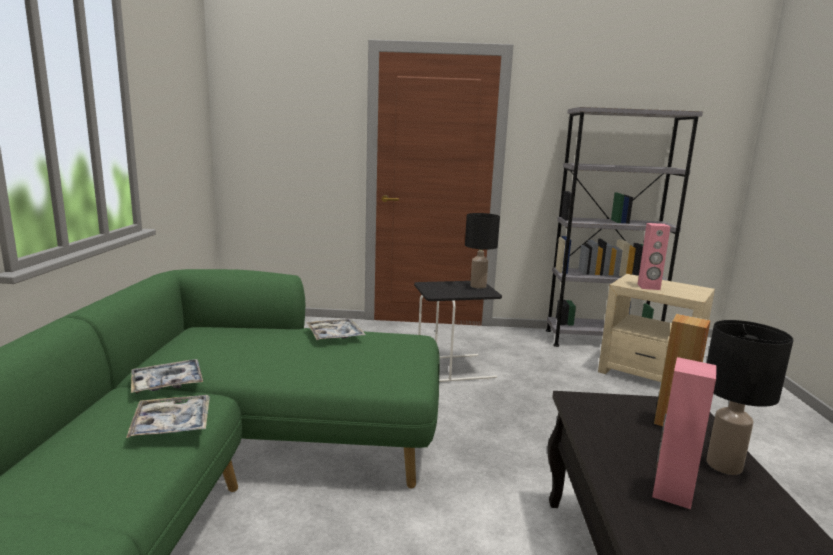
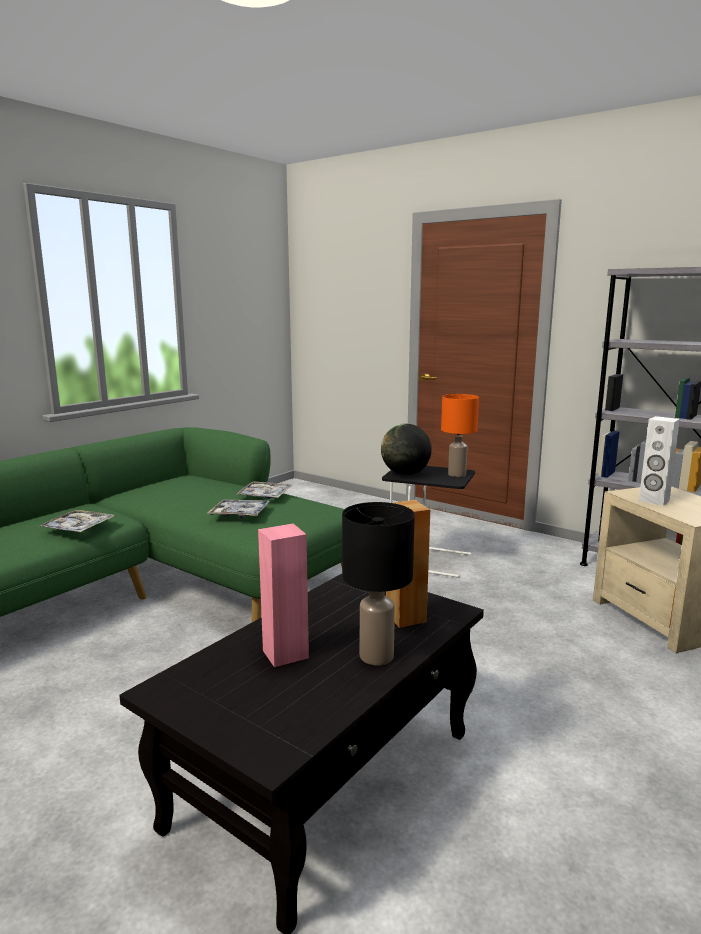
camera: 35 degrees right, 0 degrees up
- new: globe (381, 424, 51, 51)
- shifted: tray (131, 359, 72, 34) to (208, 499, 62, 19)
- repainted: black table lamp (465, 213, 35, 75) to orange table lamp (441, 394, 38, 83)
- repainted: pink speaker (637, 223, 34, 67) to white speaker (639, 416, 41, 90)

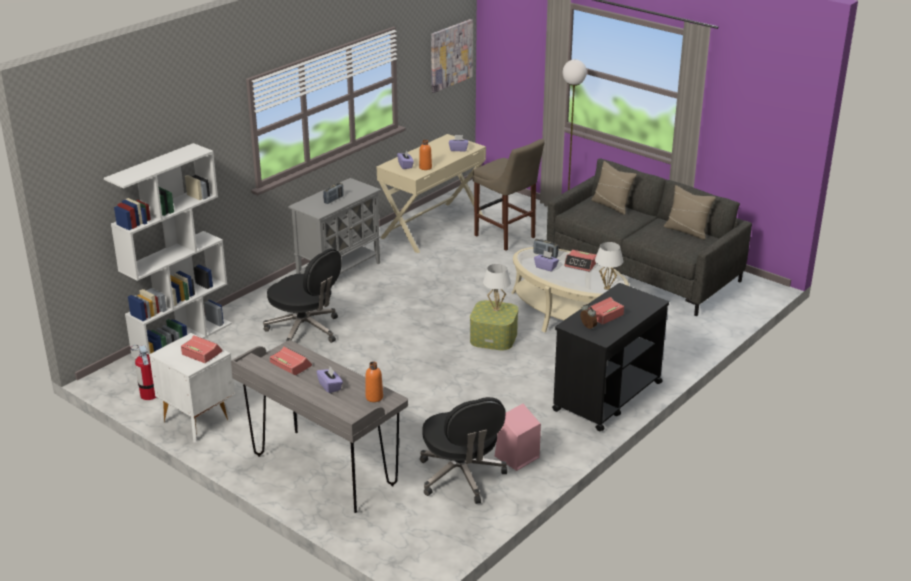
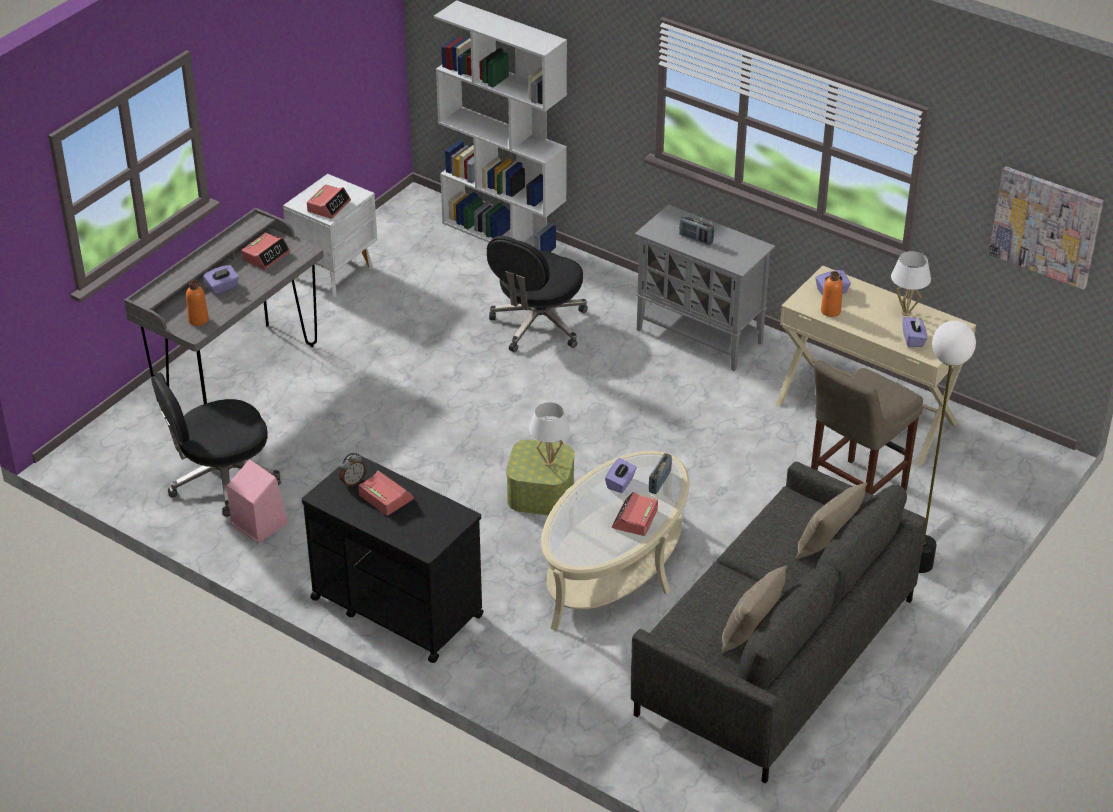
camera: 85 degrees right, 10 degrees up
- gone: fire extinguisher (130, 345, 27, 55)
- shifted: white table lamp (595, 242, 28, 48) to (891, 251, 40, 65)

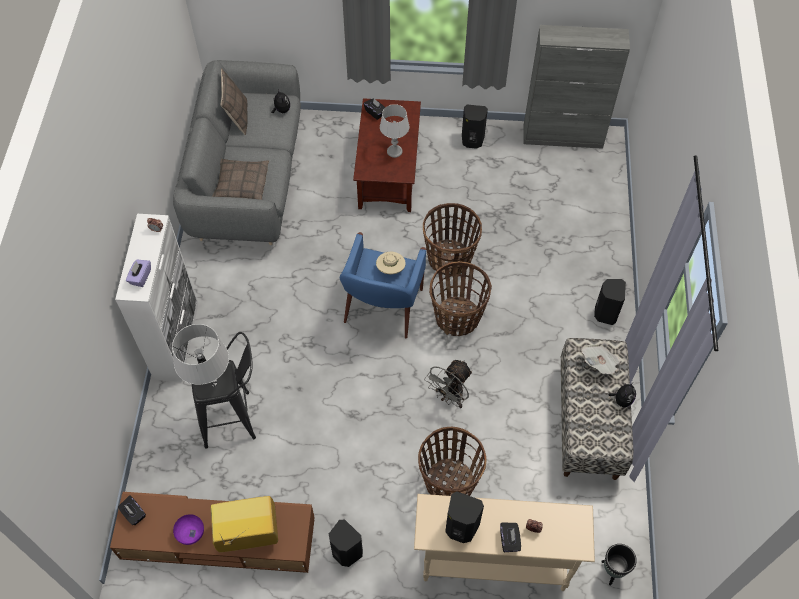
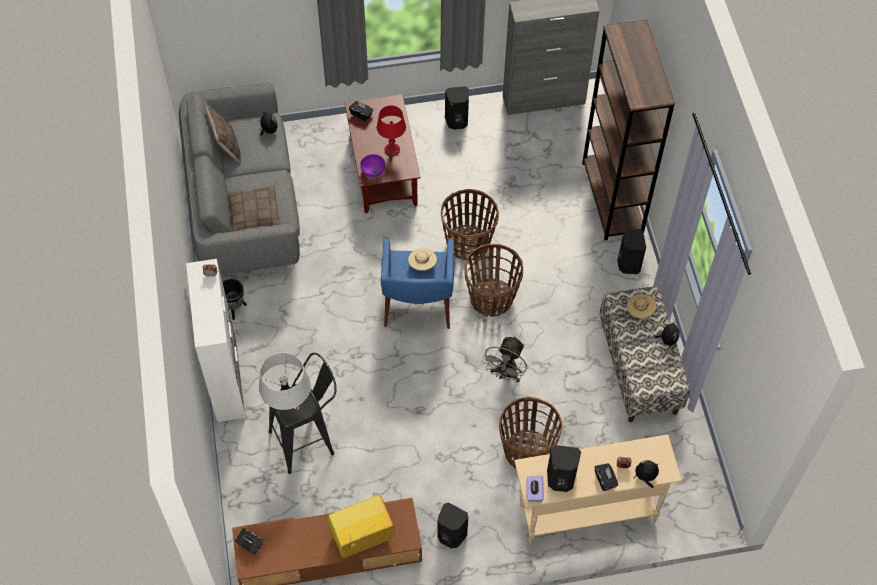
camera: 15 degrees left, 0 degrees up
- new: brown bookcase (582, 20, 93, 220)
- new: plush toy (633, 460, 26, 28)
- shifted: purple tissue box (126, 259, 25, 28) to (526, 475, 18, 27)
- shifted: purple bowl (173, 514, 31, 31) to (360, 154, 25, 23)
- shifted: black planter (601, 544, 36, 41) to (222, 279, 25, 41)
- swapped: newspaper (582, 345, 39, 30) to beige hat (627, 294, 30, 25)
- repainted: grey table lamp (380, 104, 29, 54) to red table lamp (377, 105, 29, 51)

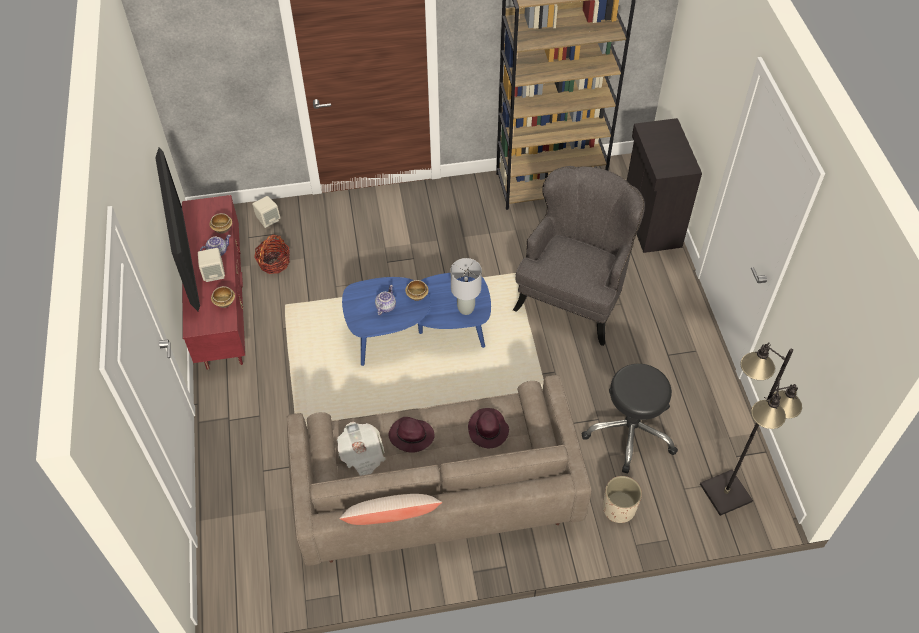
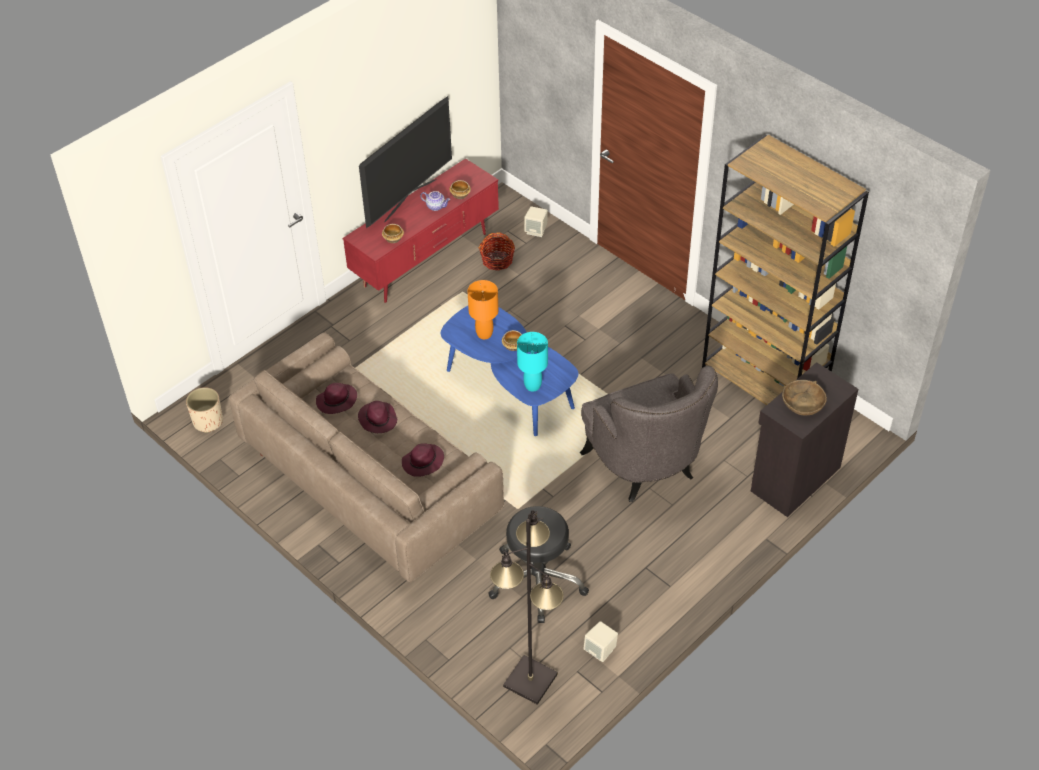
camera: 55 degrees right, 5 degrees down
- gone: beige pillow (339, 494, 103, 31)
- new: brown bowl (782, 380, 45, 35)
- shifted: beige speaker (198, 248, 27, 34) to (583, 621, 35, 41)
- shifted: beige planter (603, 476, 39, 47) to (186, 387, 37, 46)
- swapped: newspaper (337, 422, 48, 54) to purple hat (316, 383, 41, 31)
- swapped: teapot (375, 285, 21, 30) to orange table lamp (468, 280, 31, 59)
- repainted: grey table lamp (451, 258, 31, 57) to turquoise table lamp (517, 332, 31, 60)
- rotated: grey armchair (513, 166, 132, 180) = (580, 366, 138, 136) 75 degrees clockwise

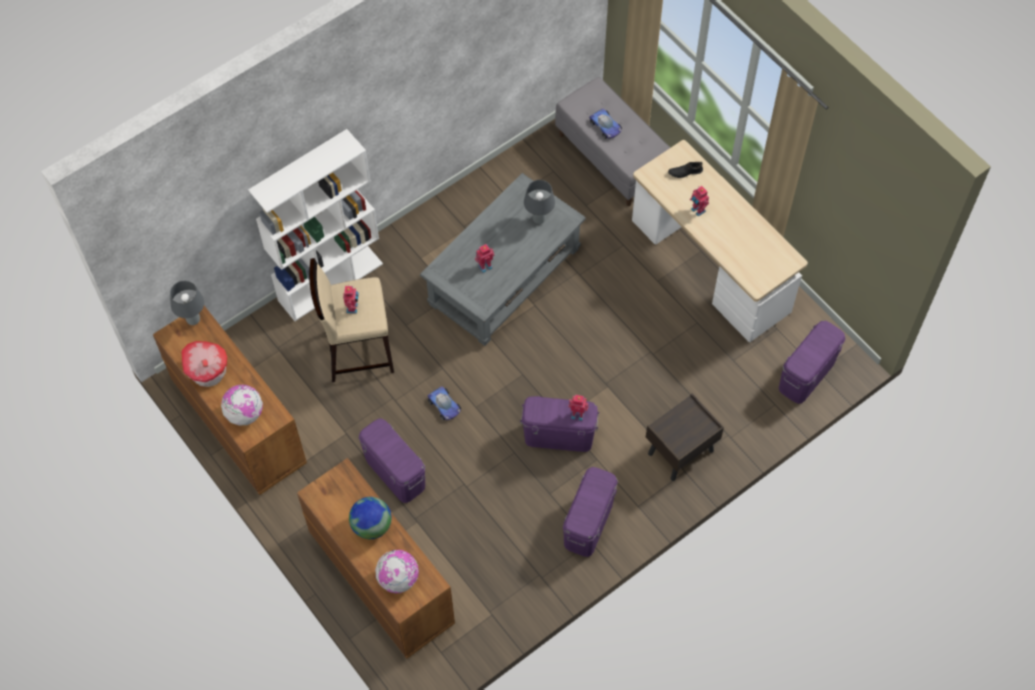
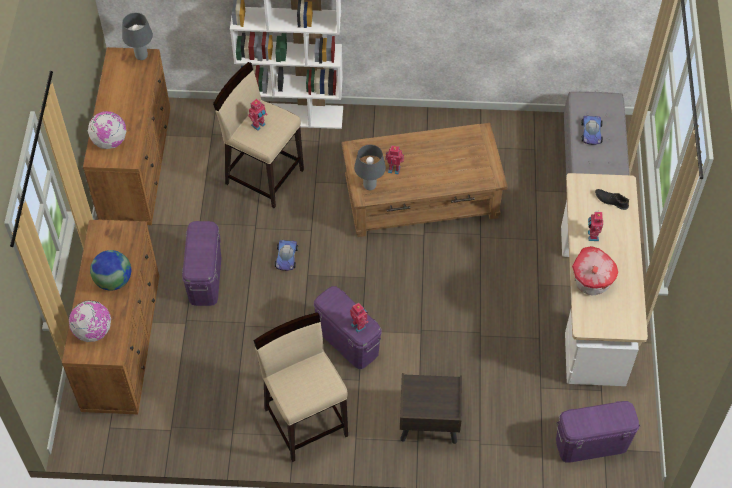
camera: 40 degrees right, 5 degrees down
- shifted: toy house (181, 341, 46, 46) to (572, 246, 46, 49)
- shifted: grey table lamp (524, 180, 31, 44) to (354, 145, 32, 45)
- swapped: purple storage box (563, 467, 55, 90) to beige stool (253, 312, 95, 150)
- repainted: grey coffee table (420, 173, 166, 173) to brown coffee table (341, 123, 167, 114)

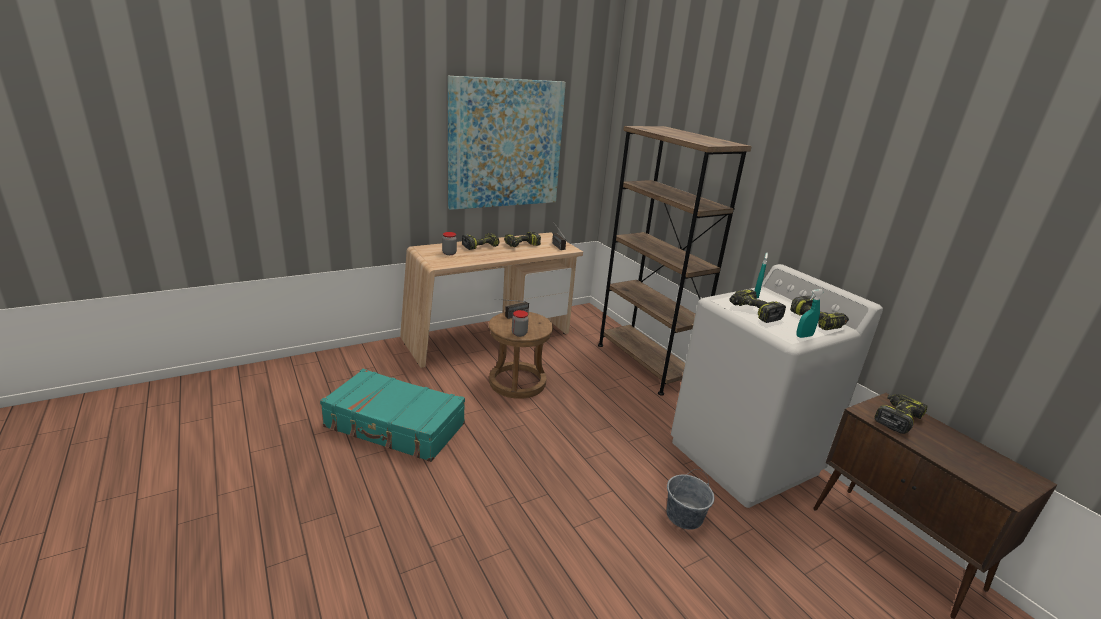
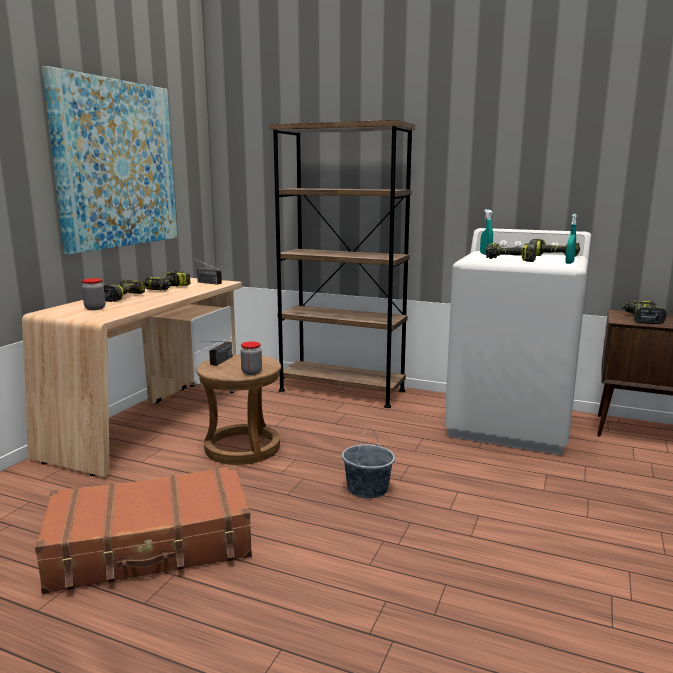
camera: 35 degrees left, 10 degrees down
- shifted: grey bucket (667, 469, 48, 61) to (342, 428, 53, 70)
- repainted: turquoise suitcase (320, 369, 145, 93) to brown suitcase (35, 465, 217, 129)

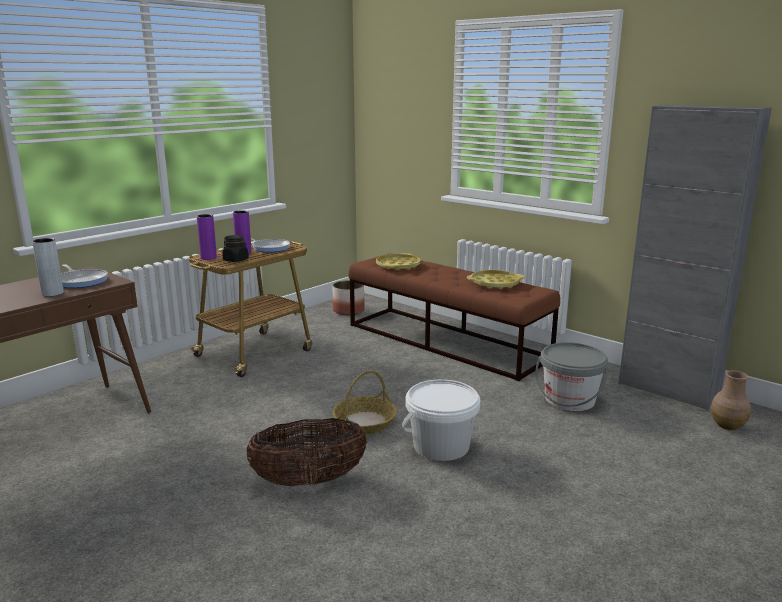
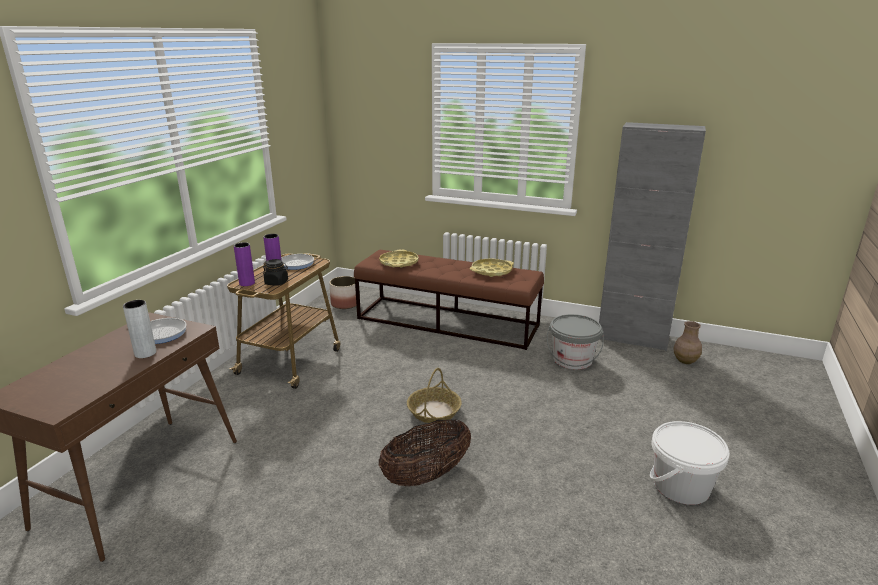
camera: 20 degrees left, 5 degrees up
- shifted: white bucket (402, 380, 78, 81) to (650, 421, 80, 84)

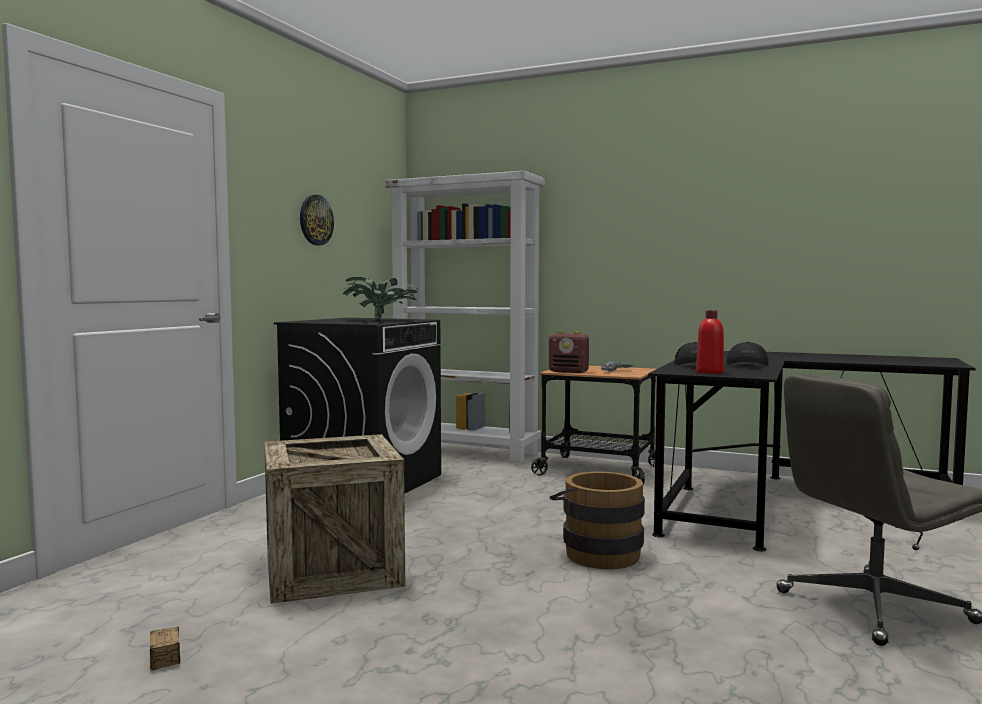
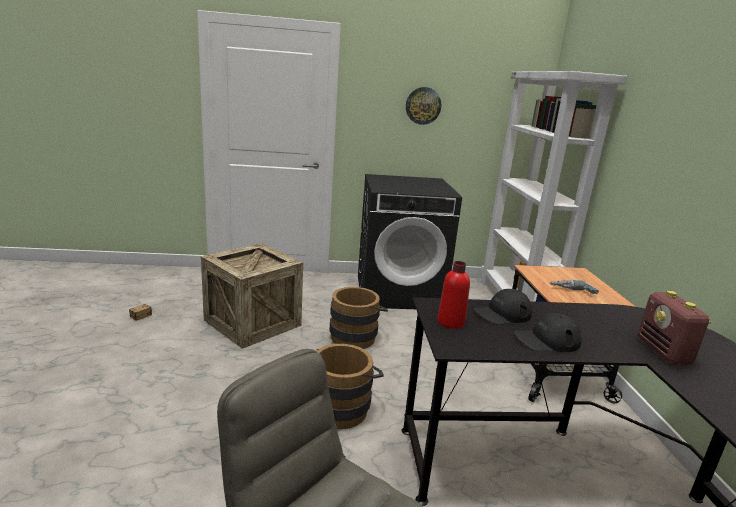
camera: 60 degrees right, 15 degrees up
- gone: potted plant (343, 277, 75, 43)
- new: brown bucket (330, 287, 58, 62)
- shifted: radio (549, 331, 40, 42) to (638, 291, 73, 74)

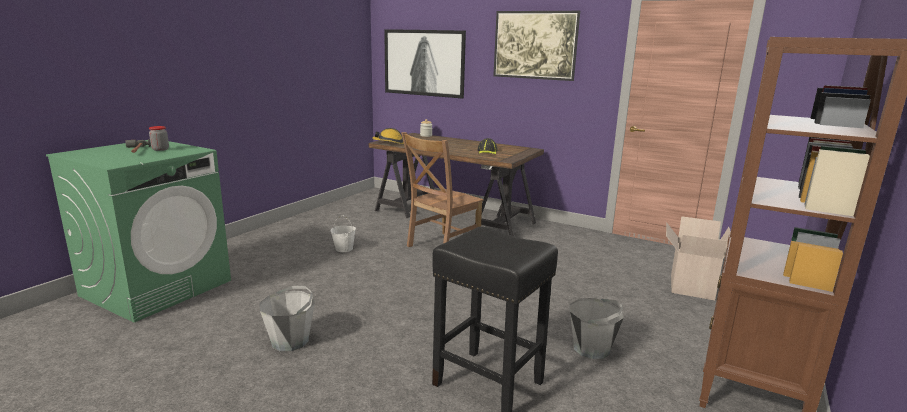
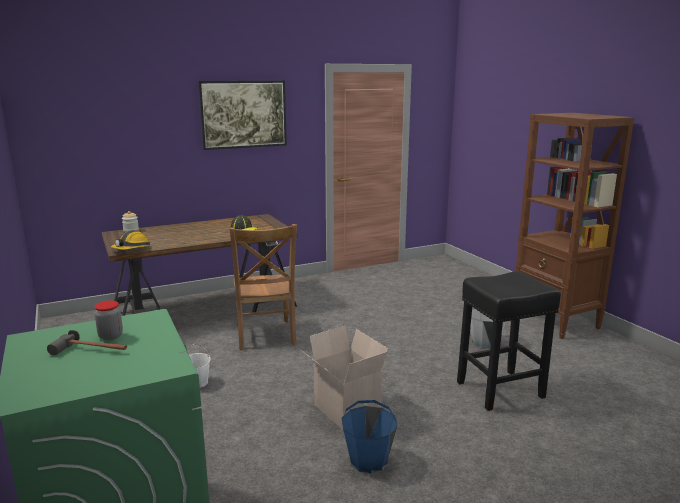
camera: 55 degrees left, 0 degrees up
- gone: picture (384, 29, 82, 70)
- shifted: cardboard box (666, 216, 65, 84) to (301, 326, 87, 104)
- repainted: grey bucket (259, 286, 56, 65) to blue bucket (342, 400, 56, 74)

